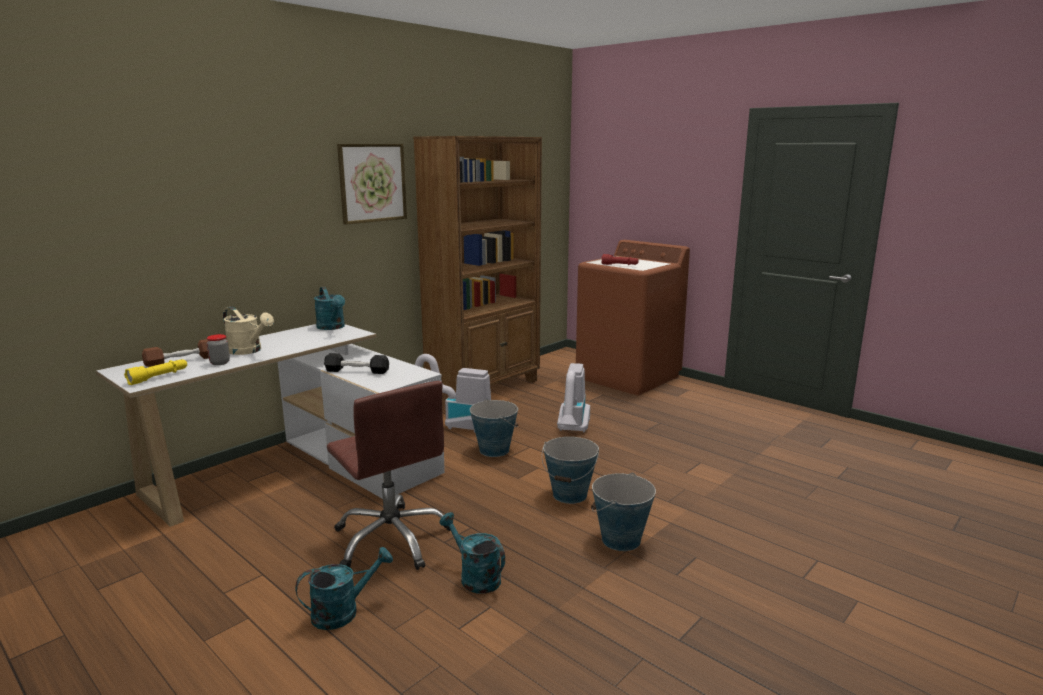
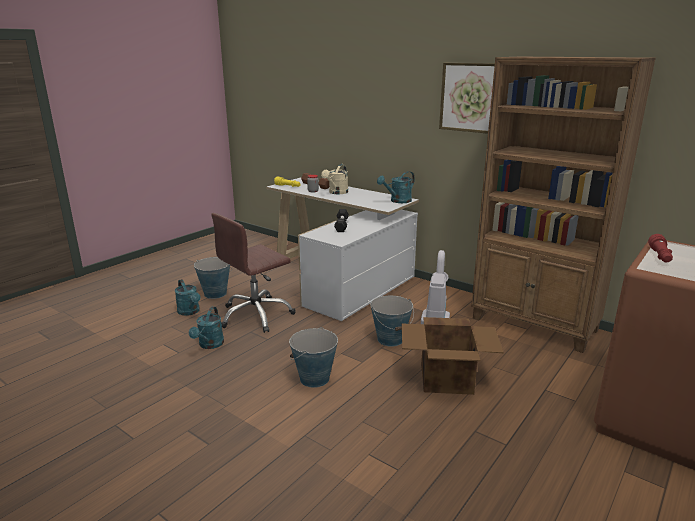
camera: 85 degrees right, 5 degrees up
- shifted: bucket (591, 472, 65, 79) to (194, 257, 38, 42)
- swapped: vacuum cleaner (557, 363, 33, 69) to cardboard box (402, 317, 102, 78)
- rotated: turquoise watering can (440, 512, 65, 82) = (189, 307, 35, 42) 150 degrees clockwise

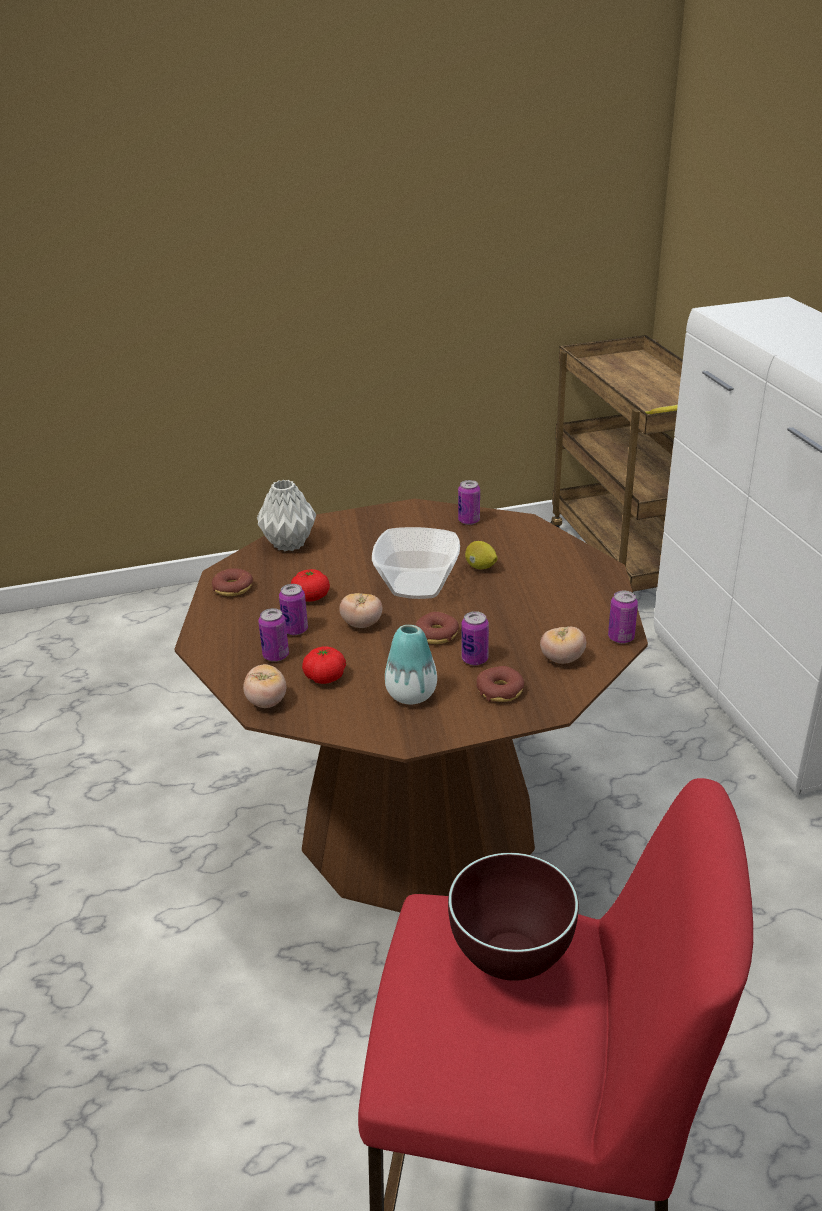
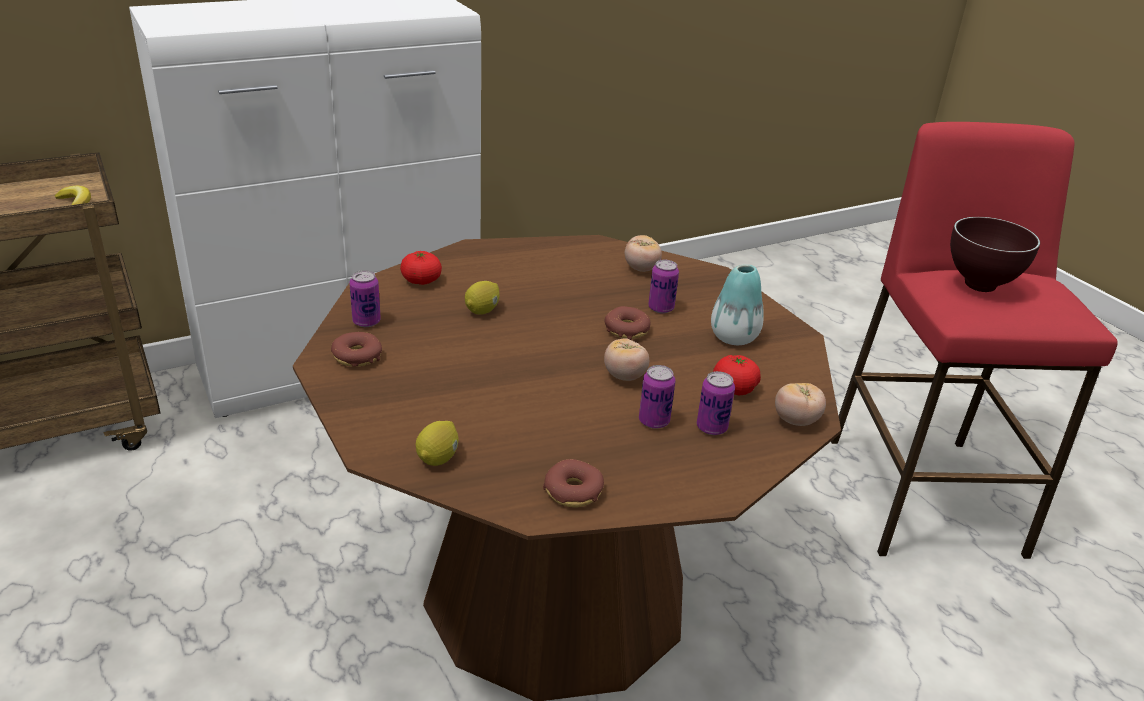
camera: 105 degrees left, 0 degrees up
- gone: bowl (372, 527, 88, 72)
- gone: can (608, 591, 30, 53)
- shifted: tomato (291, 569, 39, 33) to (400, 251, 42, 34)
- shifted: donut (476, 666, 49, 36) to (331, 332, 51, 35)
- swapped: grey vase (257, 480, 59, 71) to lemon (416, 421, 42, 45)

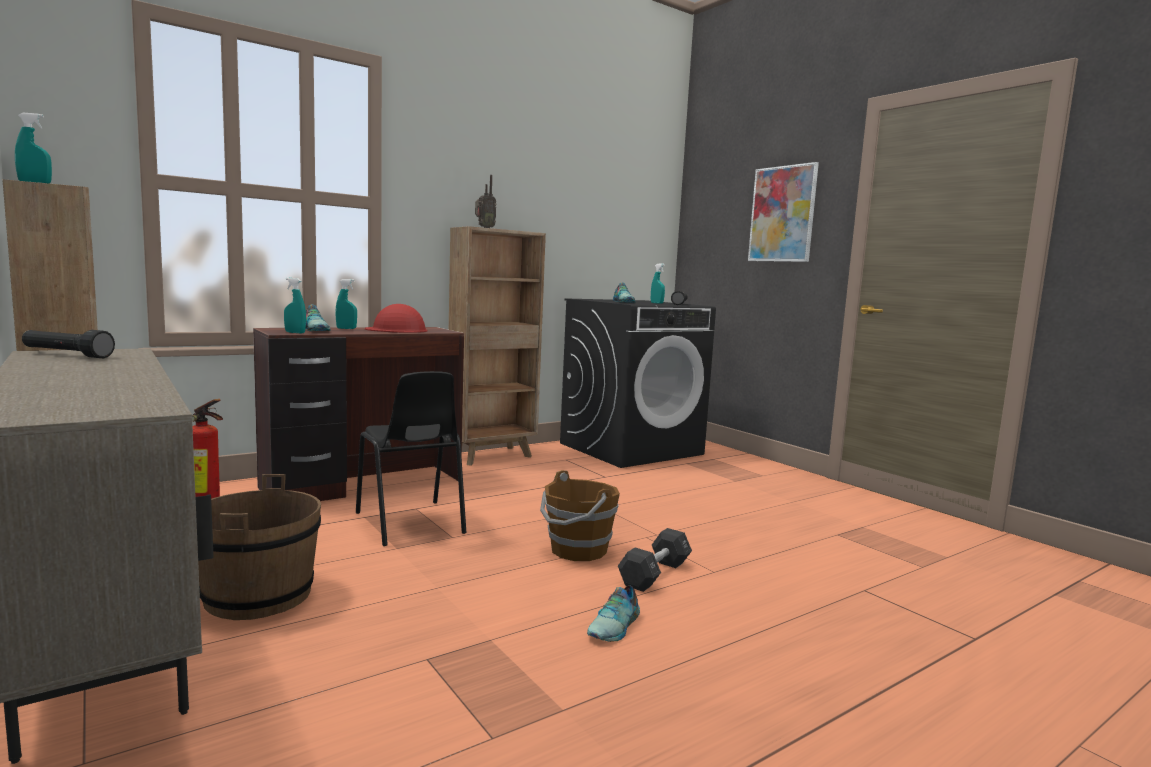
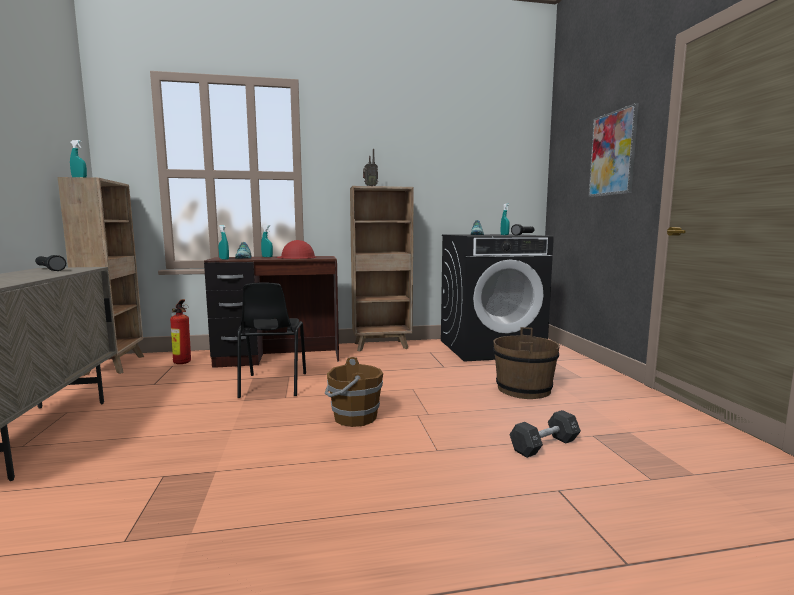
camera: 25 degrees right, 0 degrees up
- gone: shoe (587, 585, 53, 57)
- shifted: brown bucket (198, 474, 123, 146) to (493, 327, 67, 72)
- shifted: black dumbbell (618, 528, 74, 64) to (509, 410, 72, 48)

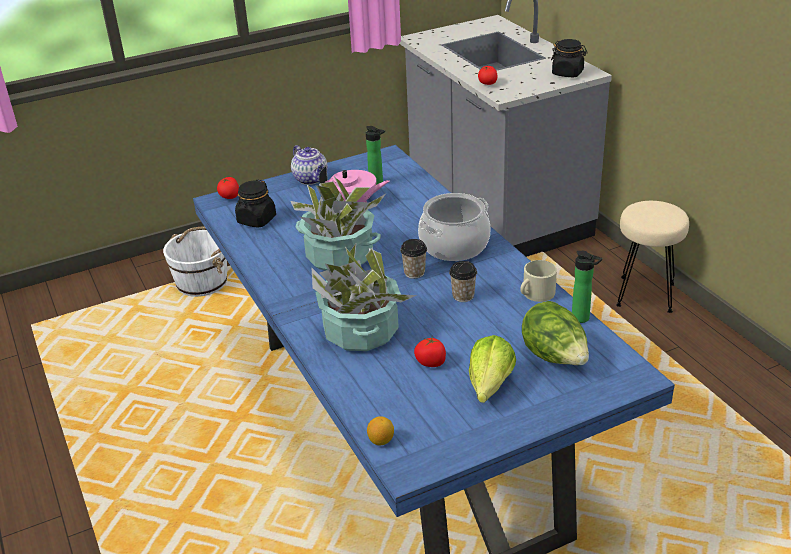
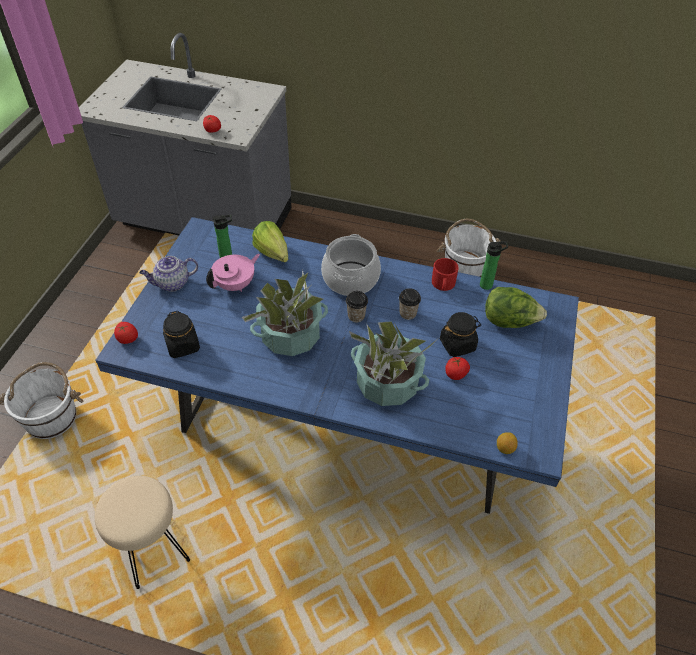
camera: 50 degrees left, 15 degrees up
- new: white bucket (436, 219, 65, 58)
- shifted: lettuce (469, 335, 47, 68) to (252, 221, 36, 41)
- shifted: black jar (551, 39, 37, 38) to (440, 312, 41, 45)
- shifted: beige stool (616, 201, 73, 112) to (95, 476, 95, 113)
- repainted: beige mug (520, 260, 37, 42) to red mug (432, 258, 27, 33)
- rotated: teapot (291, 145, 37, 40) = (139, 256, 59, 36) 150 degrees clockwise

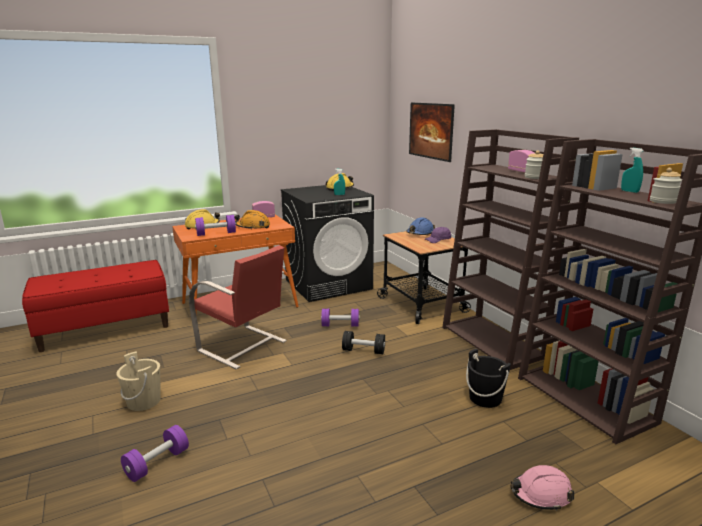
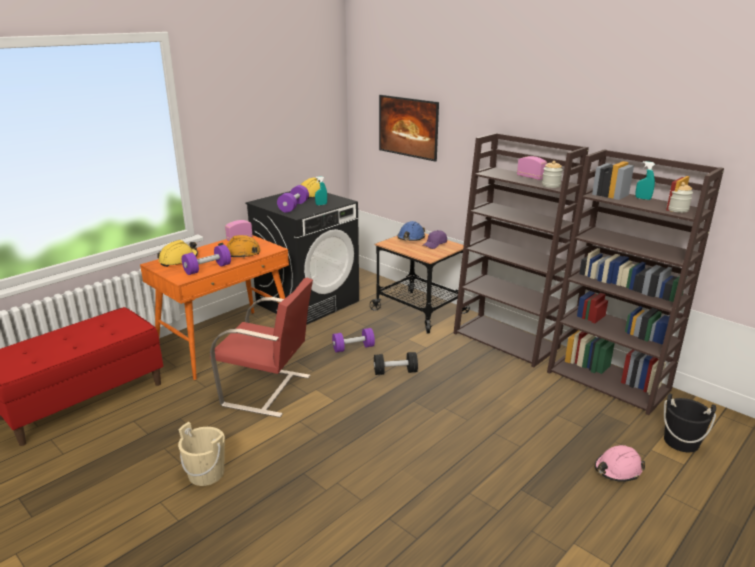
camera: 20 degrees left, 5 degrees up
- shifted: purple dumbbell (121, 425, 68, 57) to (277, 185, 32, 28)
- shifted: black bucket (466, 349, 45, 59) to (664, 393, 52, 59)

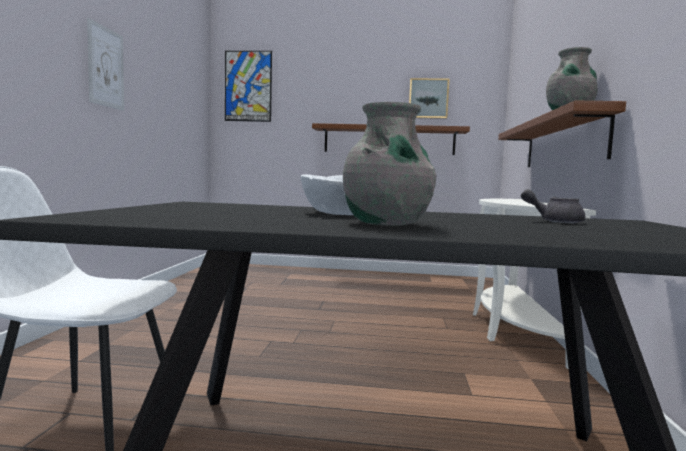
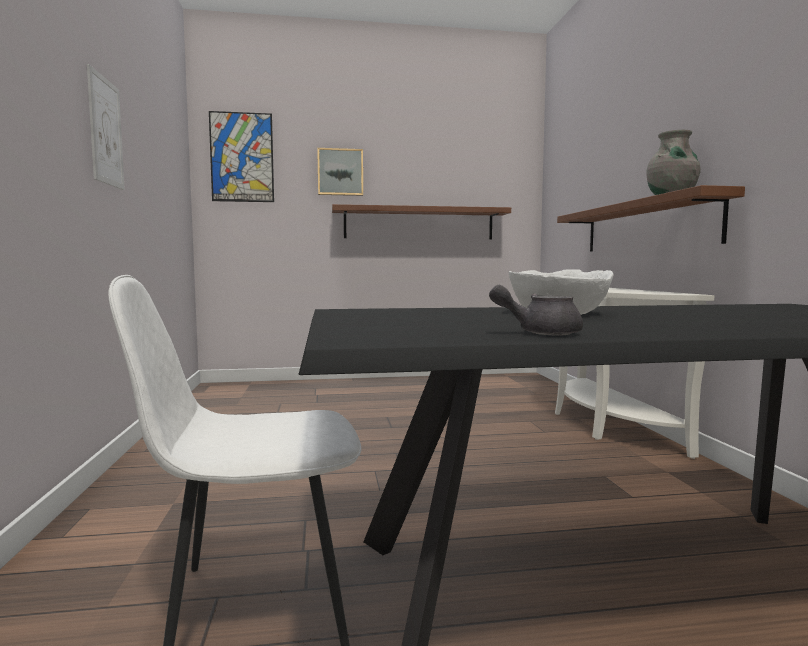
camera: 15 degrees left, 0 degrees up
- gone: grey vase (343, 102, 93, 124)
- shifted: picture (409, 78, 40, 41) to (317, 148, 46, 48)
- shifted: grey teapot (521, 189, 64, 34) to (489, 285, 94, 50)

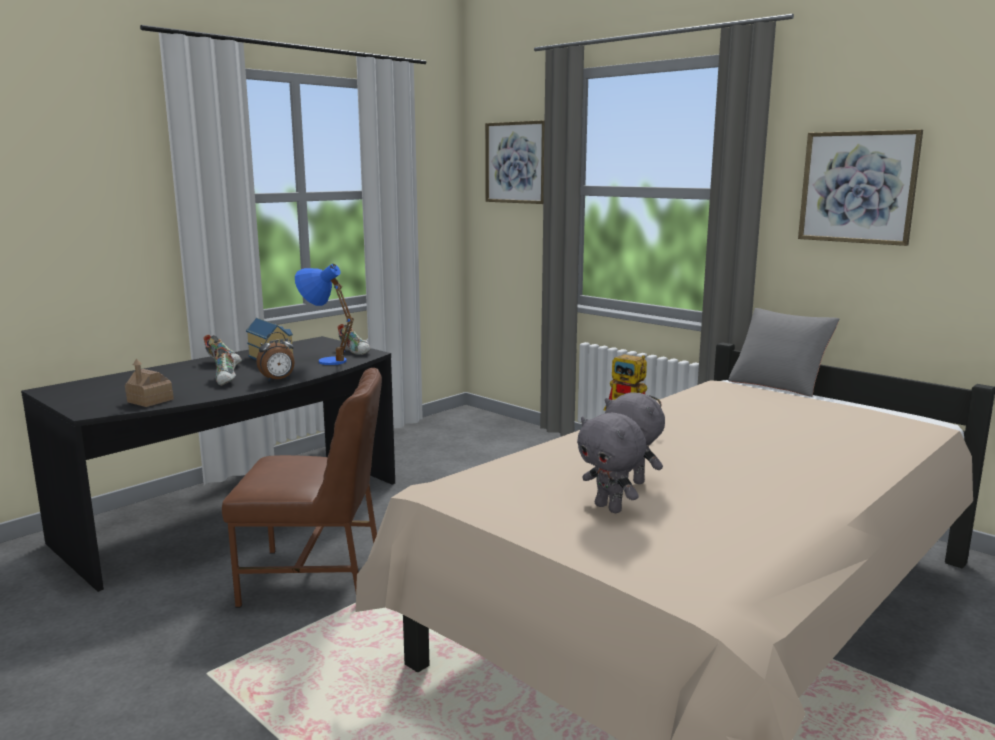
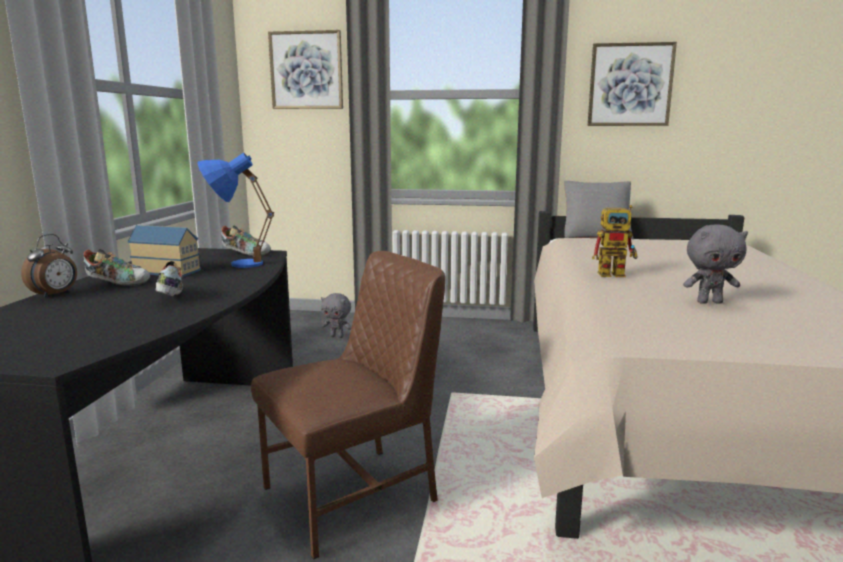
camera: 35 degrees left, 0 degrees up
- gone: toy house (125, 359, 49, 48)
- shifted: alarm clock (256, 332, 39, 50) to (21, 234, 56, 64)
- shifted: grey plush toy (577, 413, 69, 100) to (321, 293, 31, 45)
- rotated: shoe (214, 347, 22, 39) = (156, 261, 27, 35) 150 degrees counterclockwise

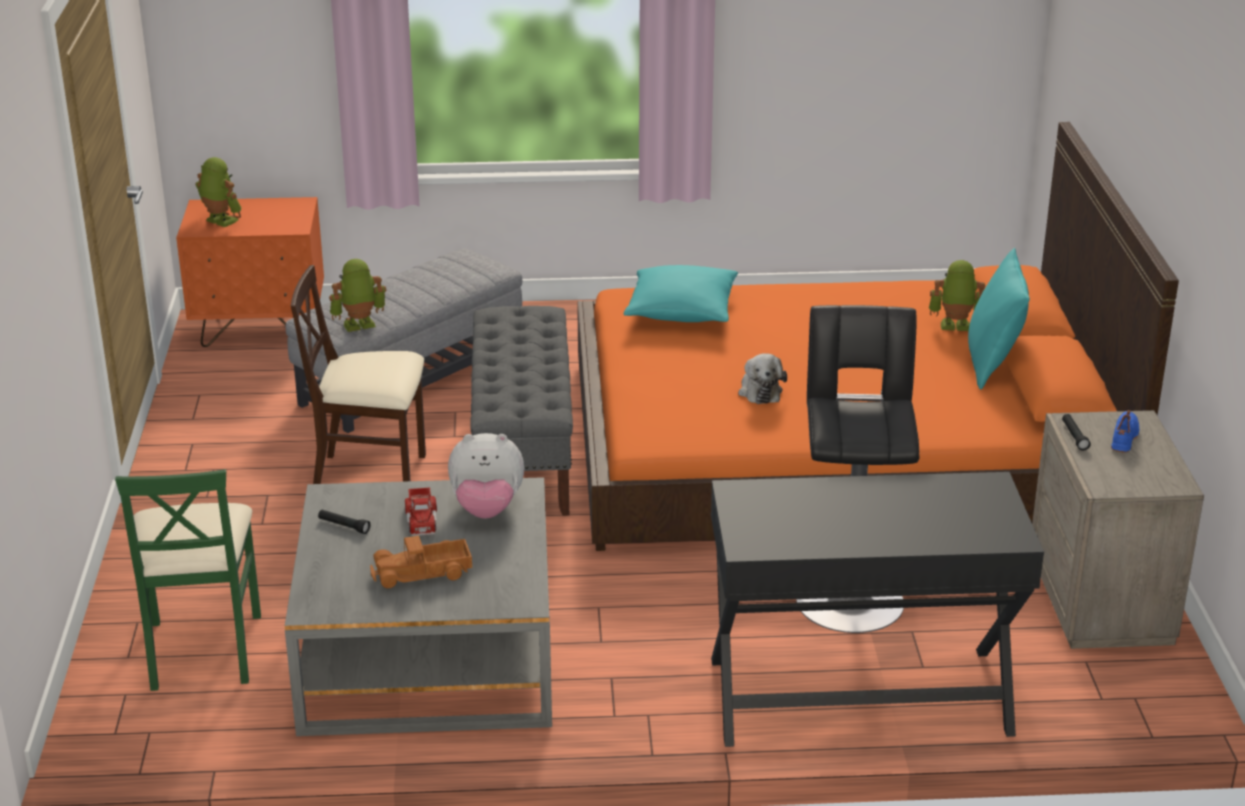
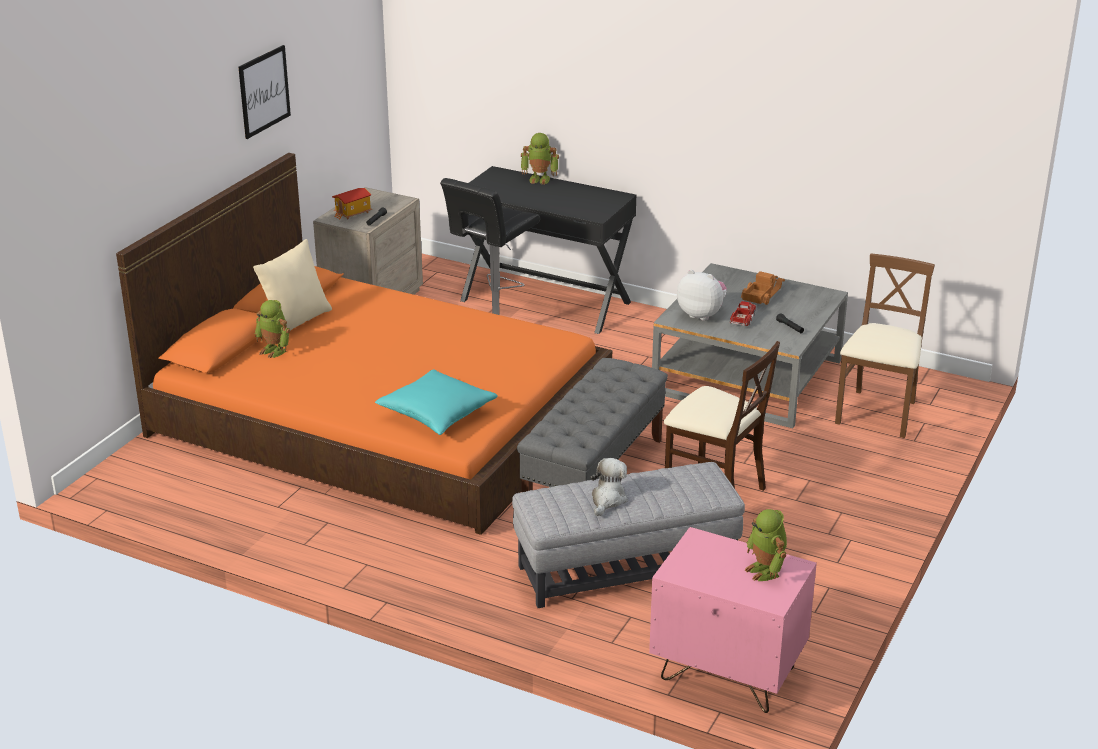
camera: 150 degrees left, 0 degrees up
- new: picture (238, 45, 53, 94)
- shifted: toy robot (329, 259, 57, 73) to (521, 133, 38, 52)
- shifted: plush toy (738, 353, 49, 51) to (590, 458, 38, 58)
- swapped: blue shoe (1111, 410, 28, 42) to toy house (332, 188, 40, 32)
- repainted: green chair (115, 469, 146, 222) to brown chair (835, 253, 100, 185)
- repainted: orange nightstand (176, 197, 148, 150) to pink nightstand (649, 527, 168, 186)
- repainted: turquoise pillow (968, 248, 62, 142) to beige pillow (253, 239, 79, 92)
- rotated: toy truck (370, 536, 102, 52) = (741, 271, 44, 34) 75 degrees counterclockwise

